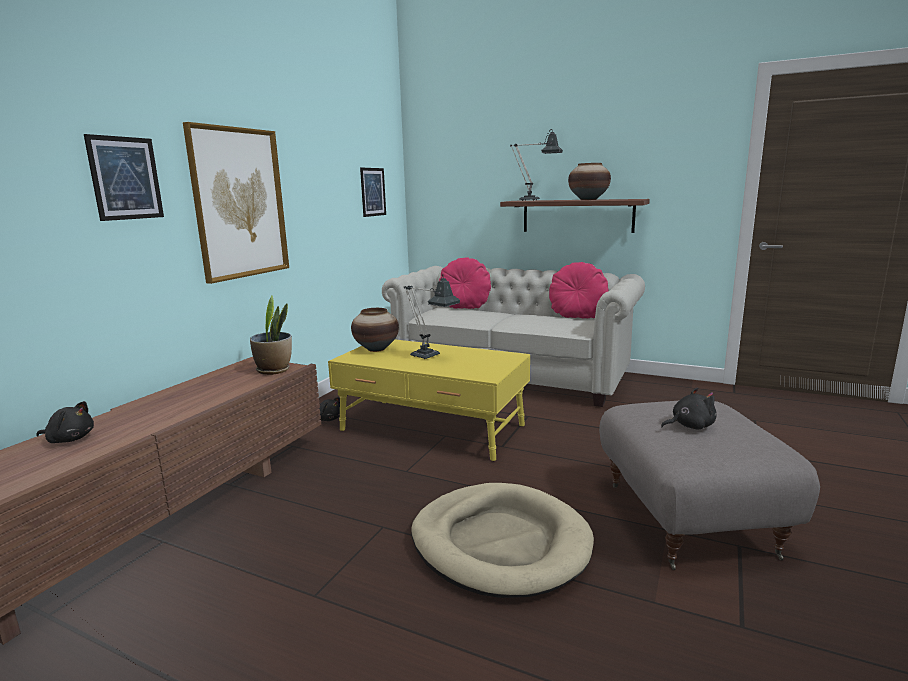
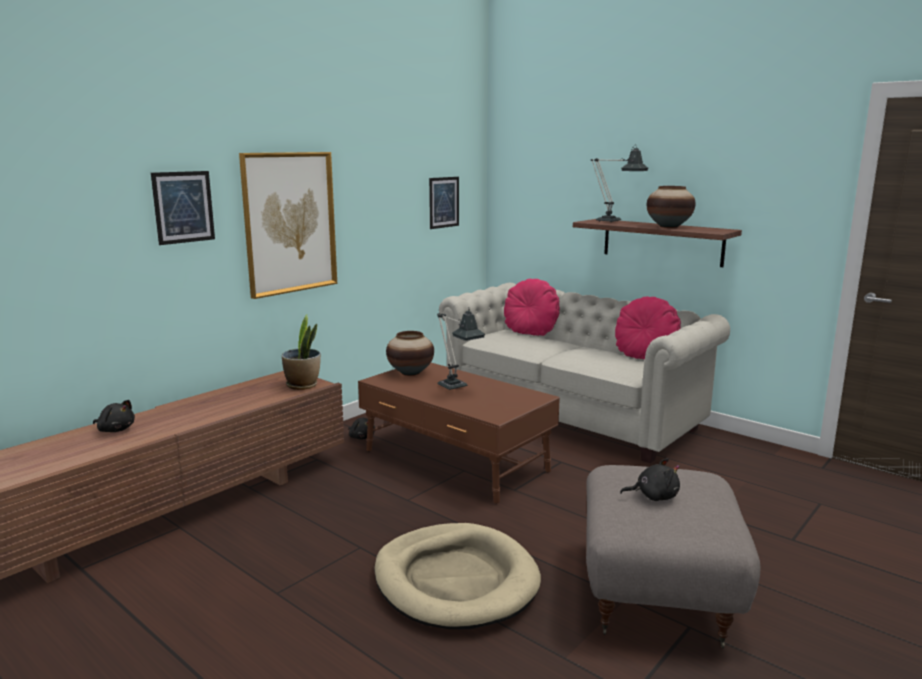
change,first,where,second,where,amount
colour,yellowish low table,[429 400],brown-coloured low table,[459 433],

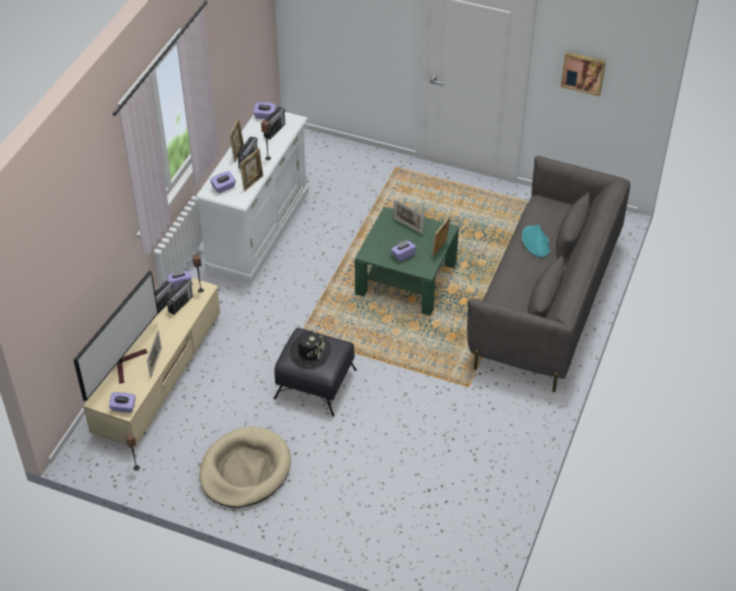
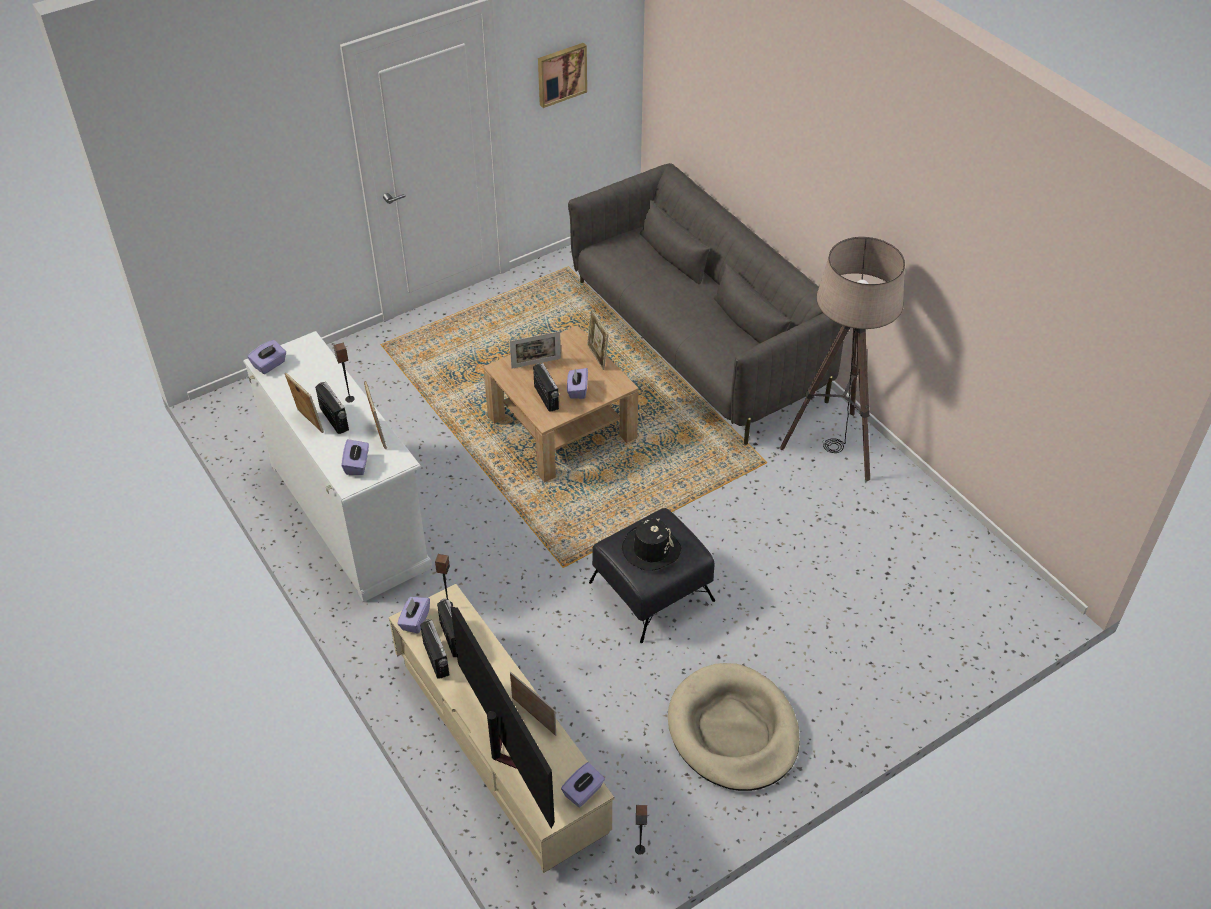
change,first,where,second,where,amount
relocated,radio set,[275 123],,[546 387],
colour,green-coloured low table,[407 261],brown-coloured low table,[561 404],
missing,turquoise wearable hat,[536 241],,,
appeared,,,floor lamp,[842 359],

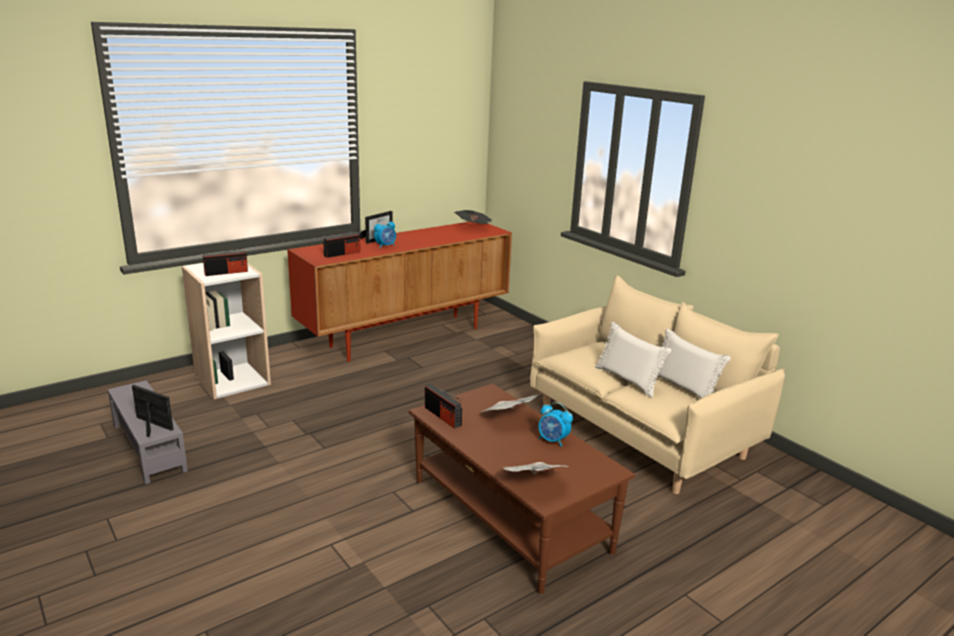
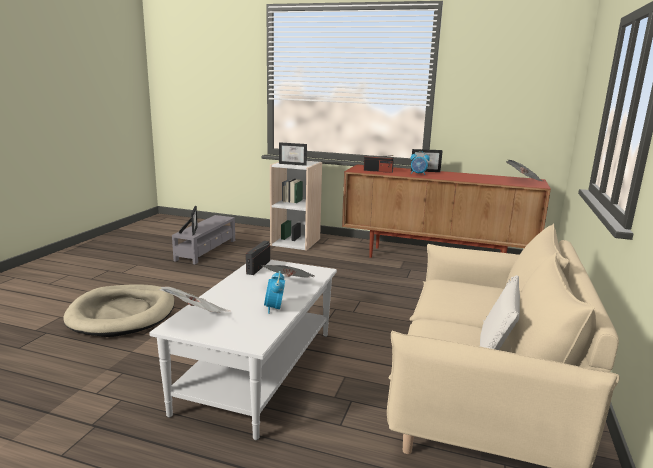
change,first,where,second,where,amount
exchanged,radio set,[225 262],picture frame,[293 154],
missing,whitish throw pillow,[633 360],,,
colour,brown-coloured low table,[522 489],whitish low table,[243 350],
appeared,,,sand-coloured dog cushion,[119 310],

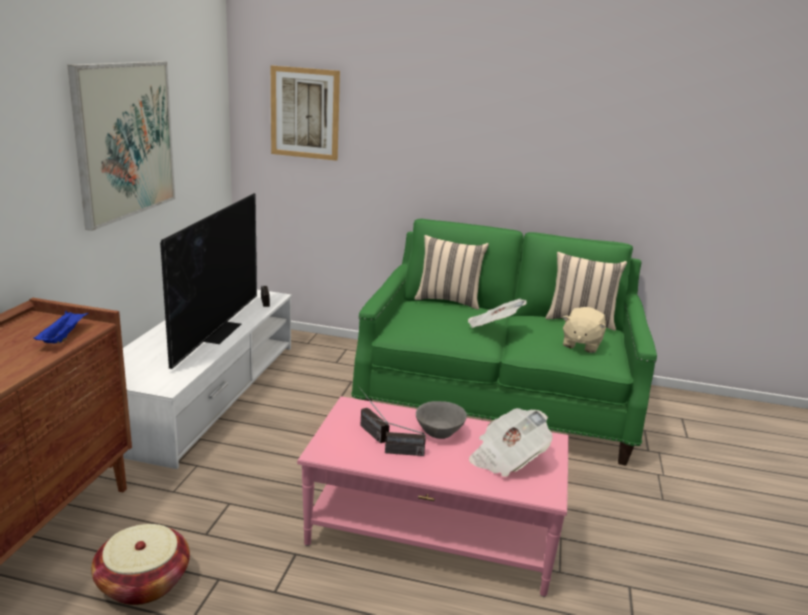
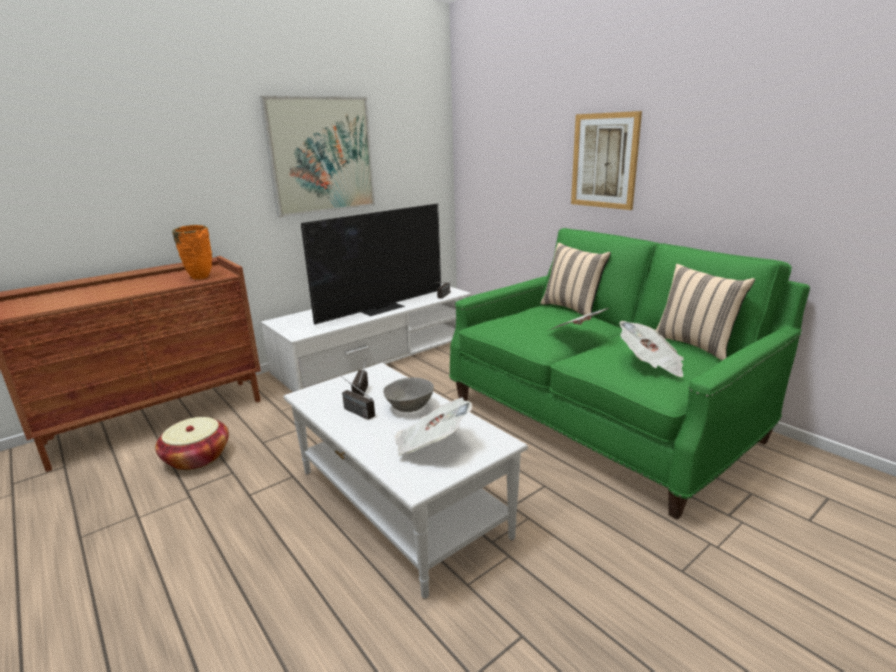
change,first,where,second,where,amount
relocated,wall art,[305 113],,[606 160],
exchanged,sand-coloured plush toy,[584 330],daily paper,[652 349],
exchanged,blue carrying tray,[61 327],orangey vase,[192 252],
colour,pinkish low table,[433 496],whitish low table,[405 481],

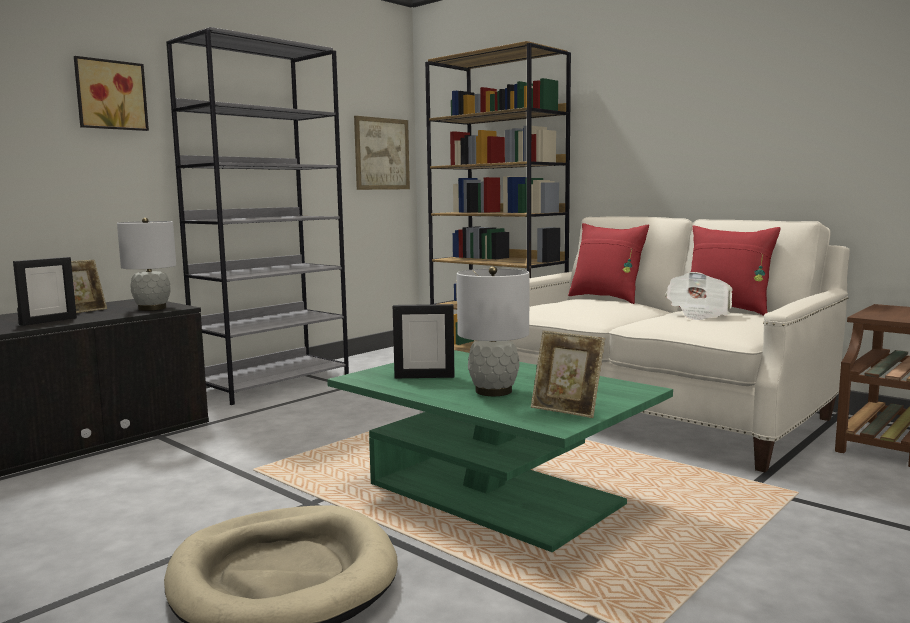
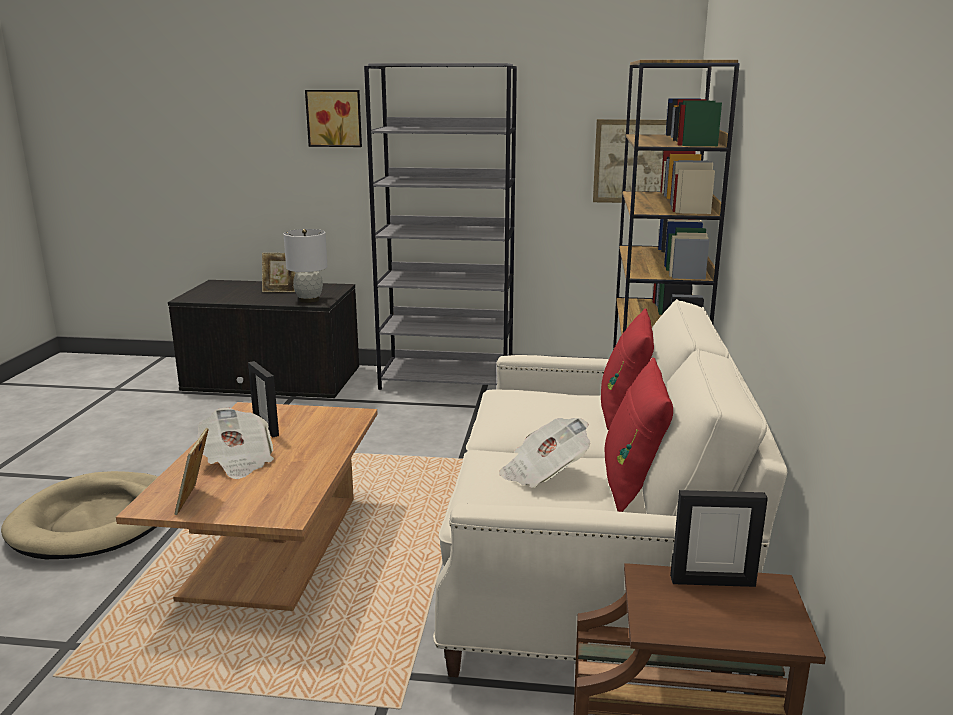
change,first,where,second,where,amount
relocated,picture frame,[45 291],,[719 538],
exchanged,whitish table lamp,[493 331],daily paper,[235 443],
colour,green-coloured low table,[500 451],brown-coloured low table,[246 506],

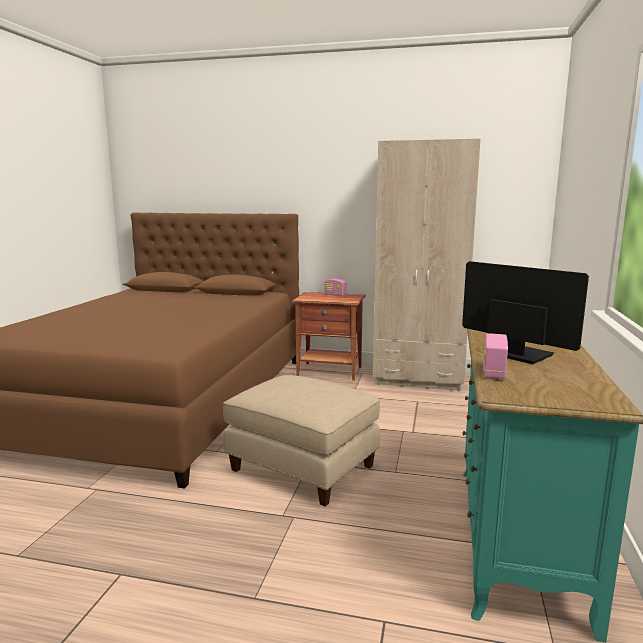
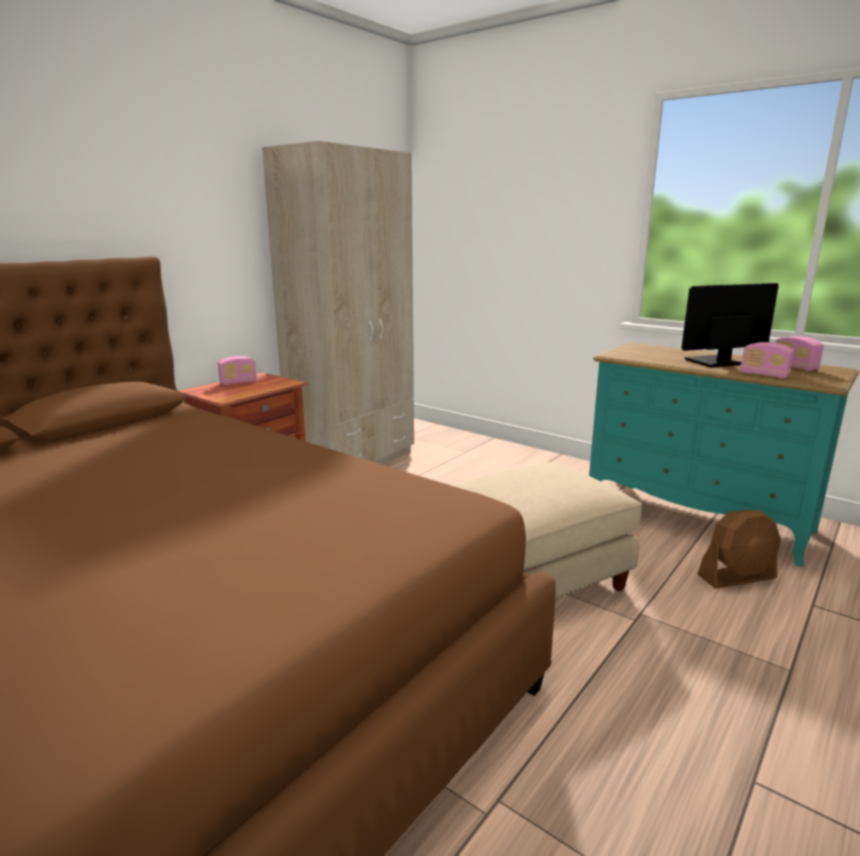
change,first,where,second,where,amount
appeared,,,radio set,[800 353],
appeared,,,brown-coloured cooling fan,[739 549],

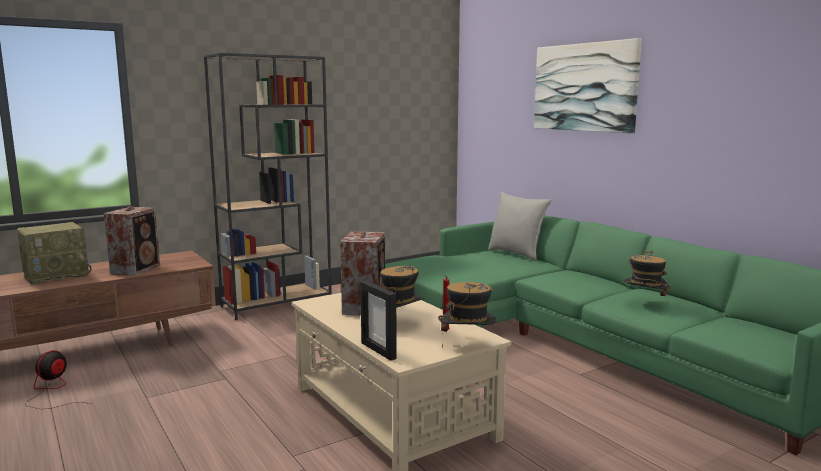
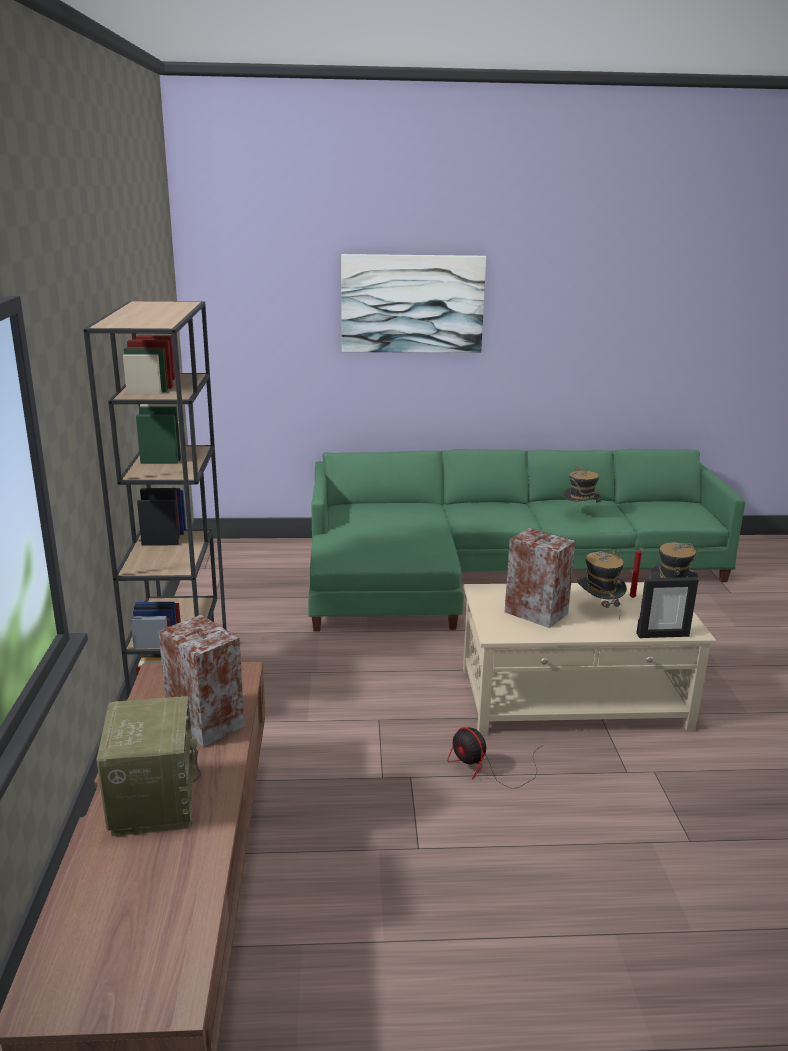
change,first,where,second,where,amount
missing,greyish throw pillow,[520 226],,,
relocated,cooling fan,[57 379],,[495 758],

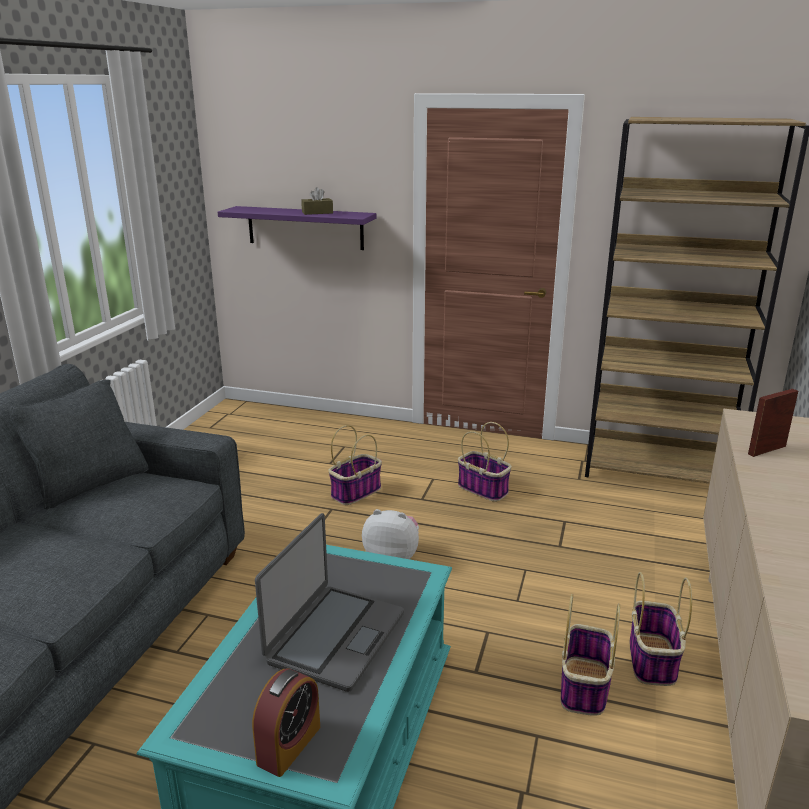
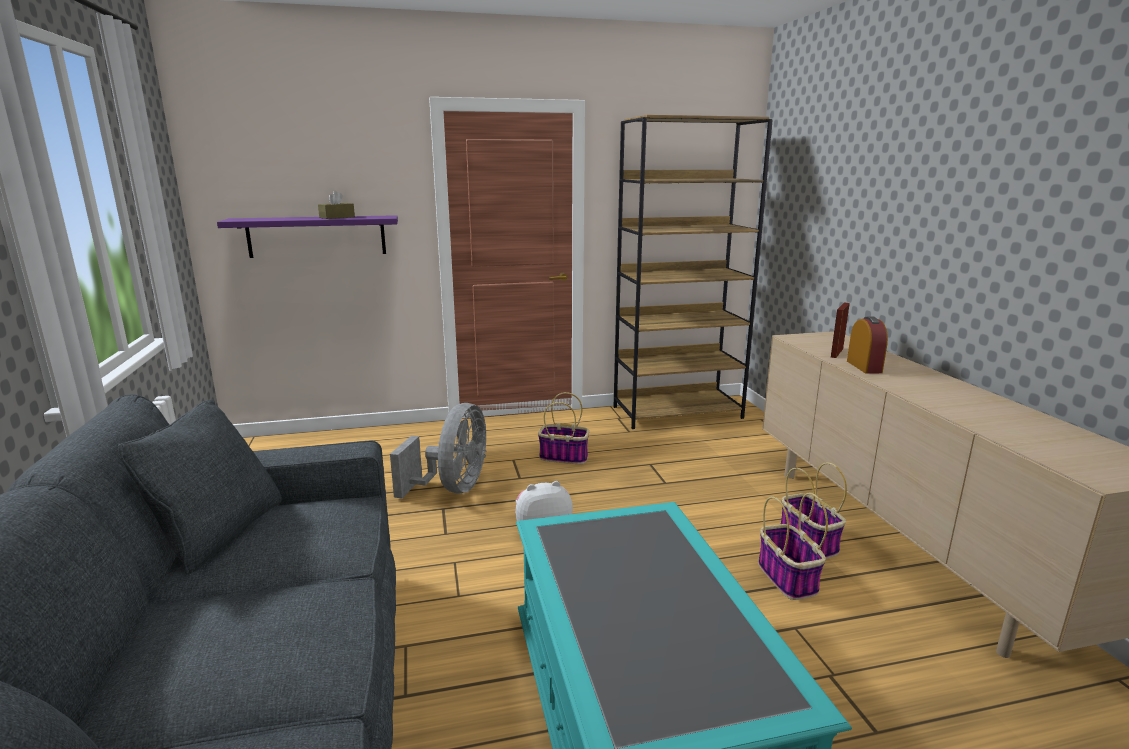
change,first,where,second,where,amount
exchanged,storage basket,[355 465],greyish cooling fan,[438 451],
missing,notebook computer,[329 602],,,
relocated,alarm clock,[286 722],,[867 345],

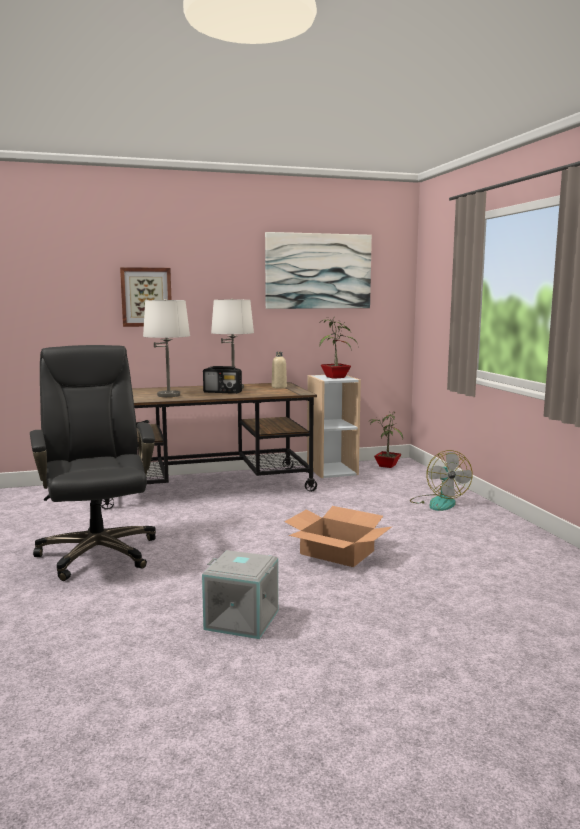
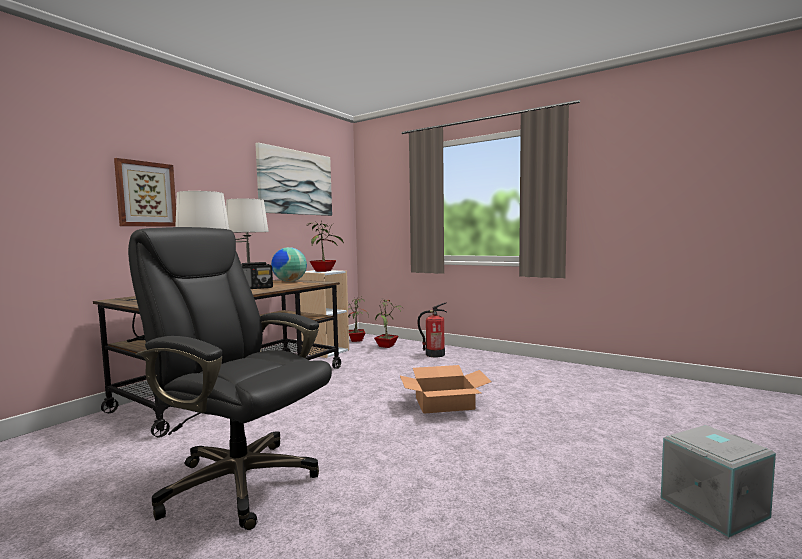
change,first,where,second,where,amount
exchanged,sand-coloured drink bottle,[279 370],globe,[289 264],
exchanged,cooling fan,[441 480],extinguisher,[432 329],
relocated,greyish storage container,[240 594],,[718 481],
appeared,,,potted plant,[388 323],

